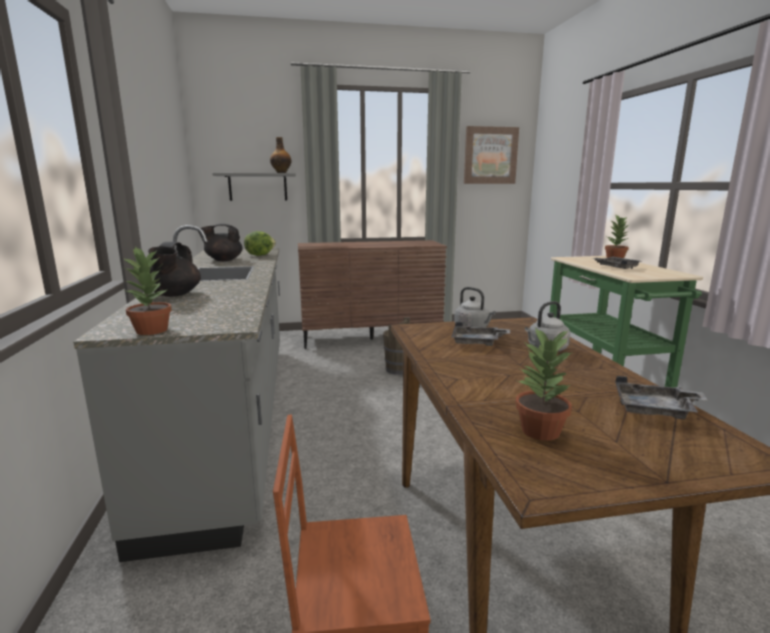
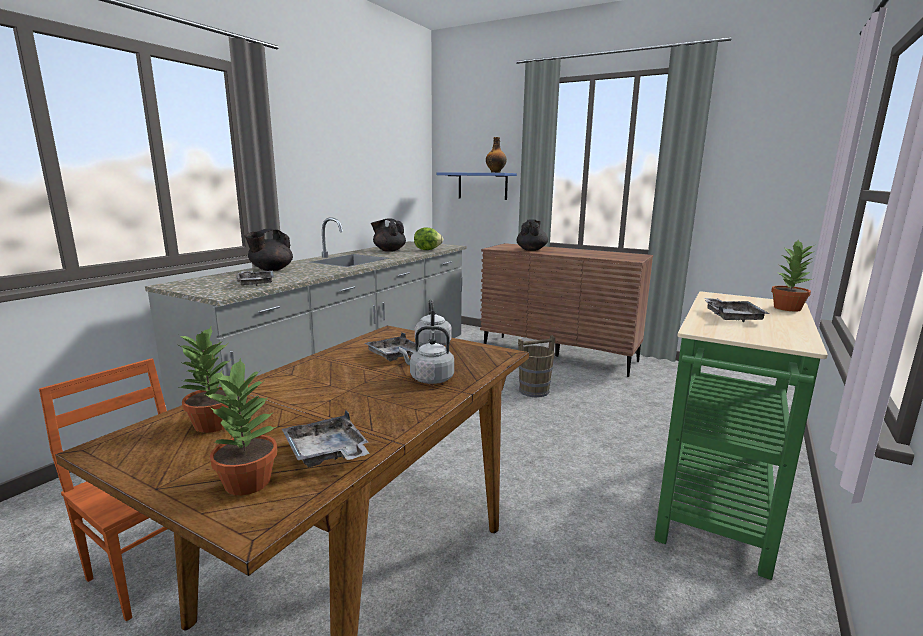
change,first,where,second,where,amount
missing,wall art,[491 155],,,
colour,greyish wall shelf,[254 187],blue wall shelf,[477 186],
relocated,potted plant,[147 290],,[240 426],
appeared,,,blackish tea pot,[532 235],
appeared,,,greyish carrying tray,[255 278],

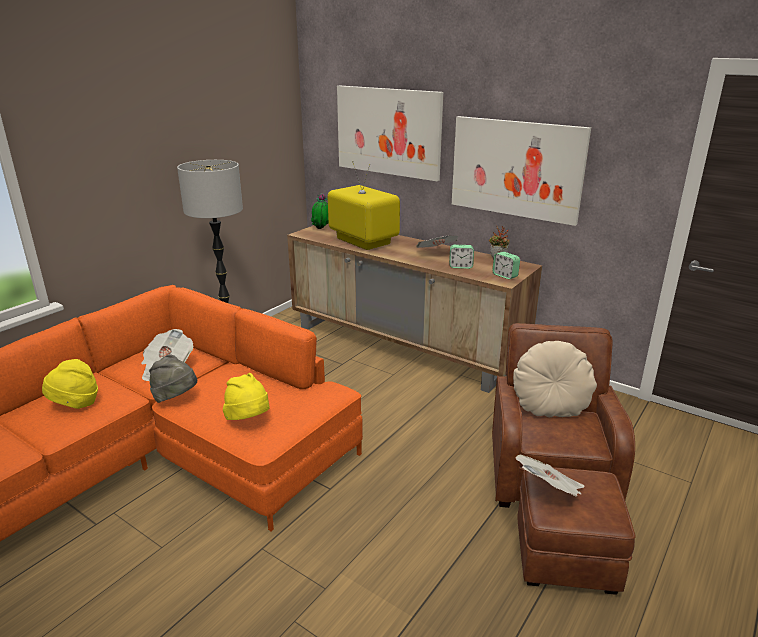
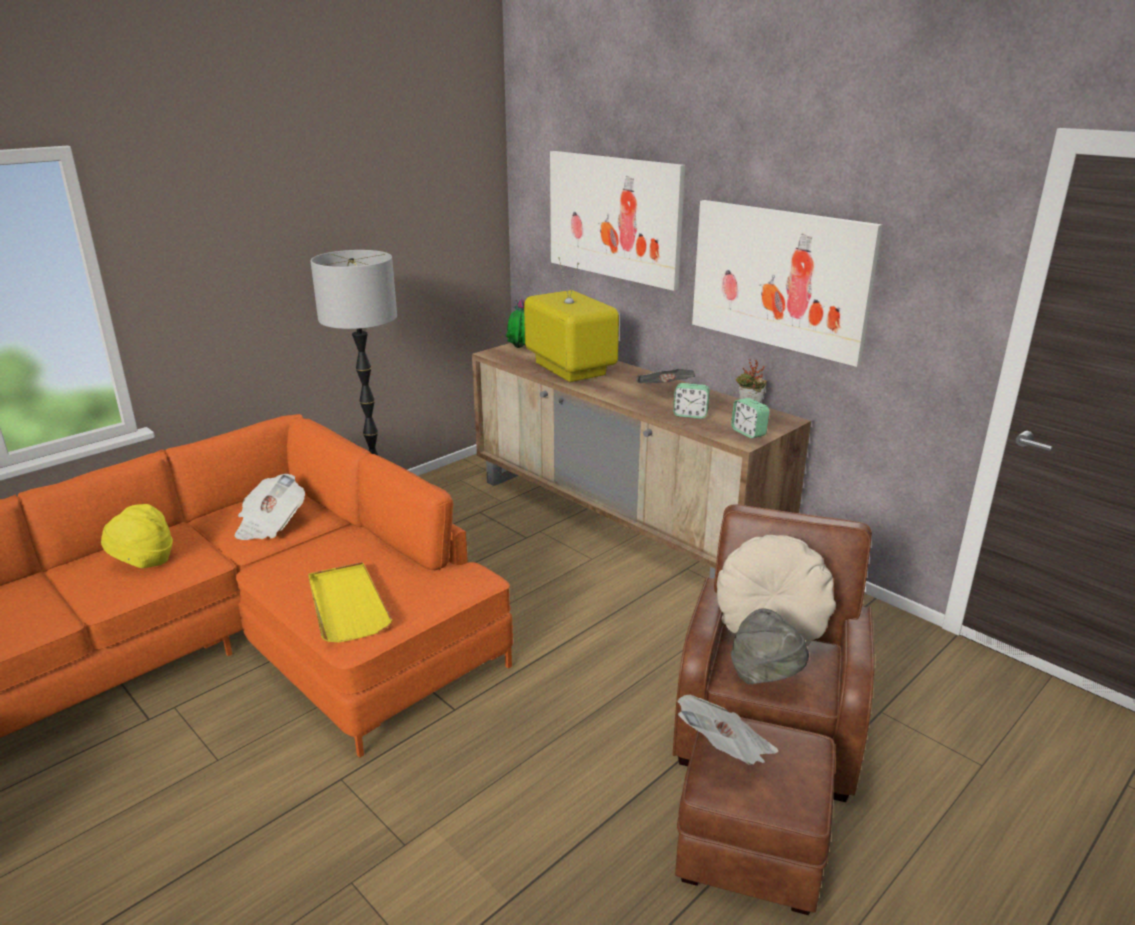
change,first,where,second,where,amount
relocated,greyish wearable hat,[173 379],,[770 646],
exchanged,yellowish wearable hat,[246 396],yellowish carrying tray,[350 602],

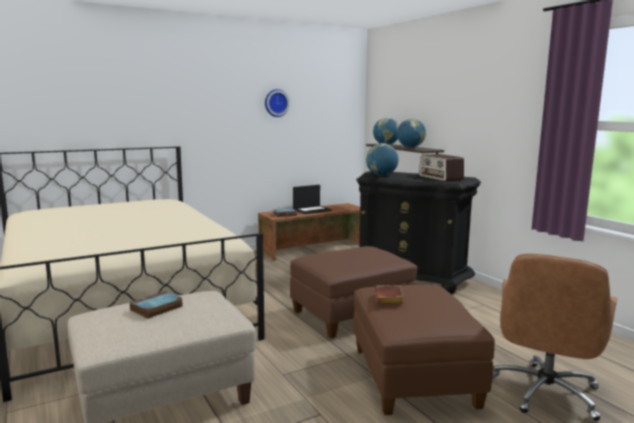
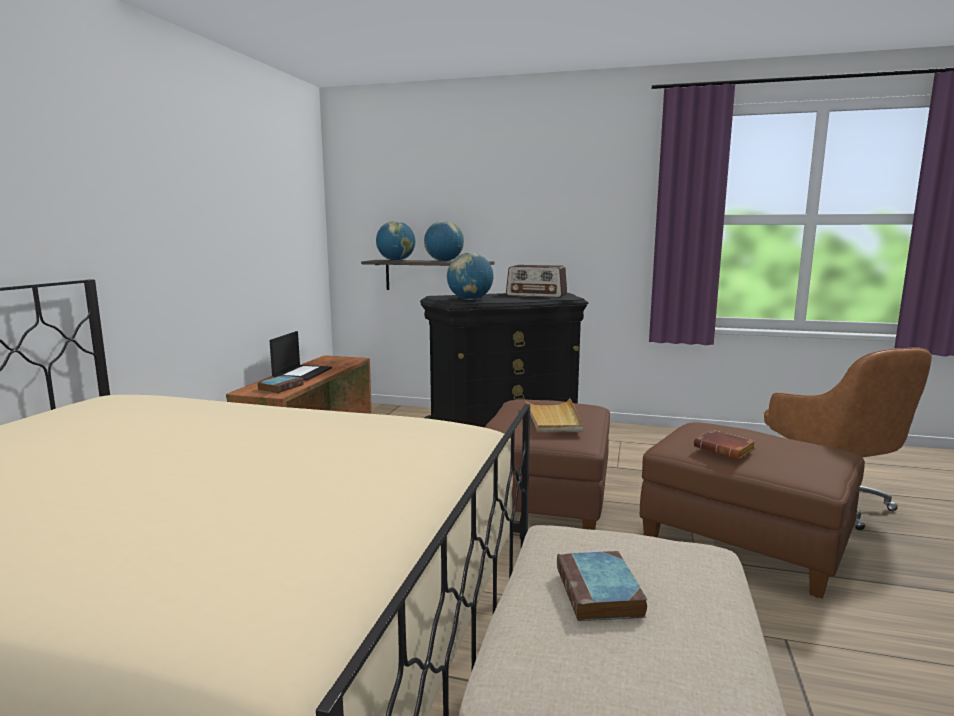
change,first,where,second,where,amount
missing,clock on the wall,[277 103],,,
appeared,,,sand-coloured carrying tray,[553 415],

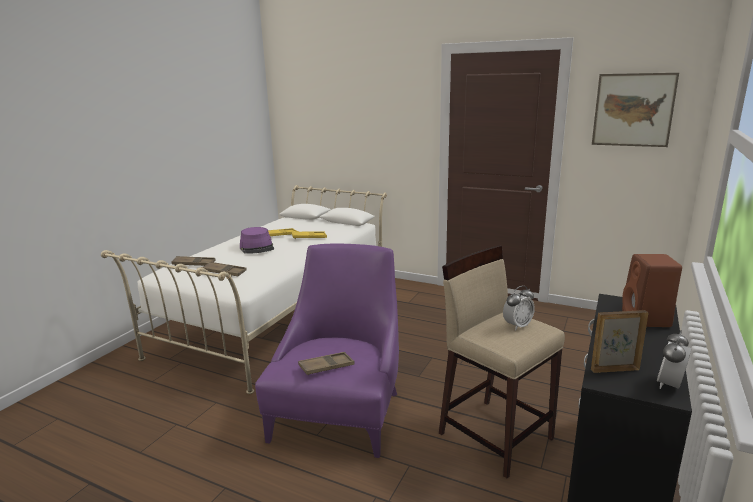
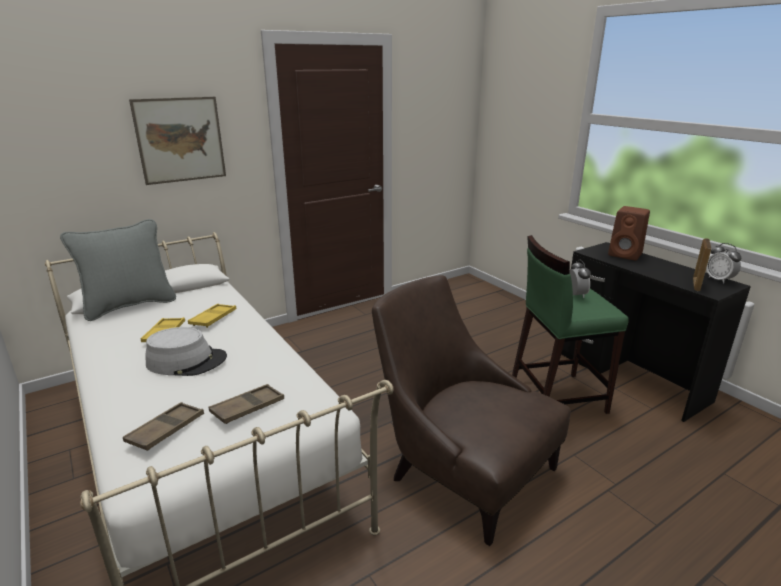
change,first,where,second,where,amount
relocated,wall art,[635 110],,[177 141],
colour,purplish wearable hat,[257 240],greyish wearable hat,[186 351],
colour,purplish easy chair,[327 351],brown-coloured easy chair,[471 410],
colour,sand-coloured stool,[502 362],green-coloured stool,[570 324],
missing,brown-coloured carrying tray,[326 363],,,
appeared,,,greyish throw pillow,[118 270],

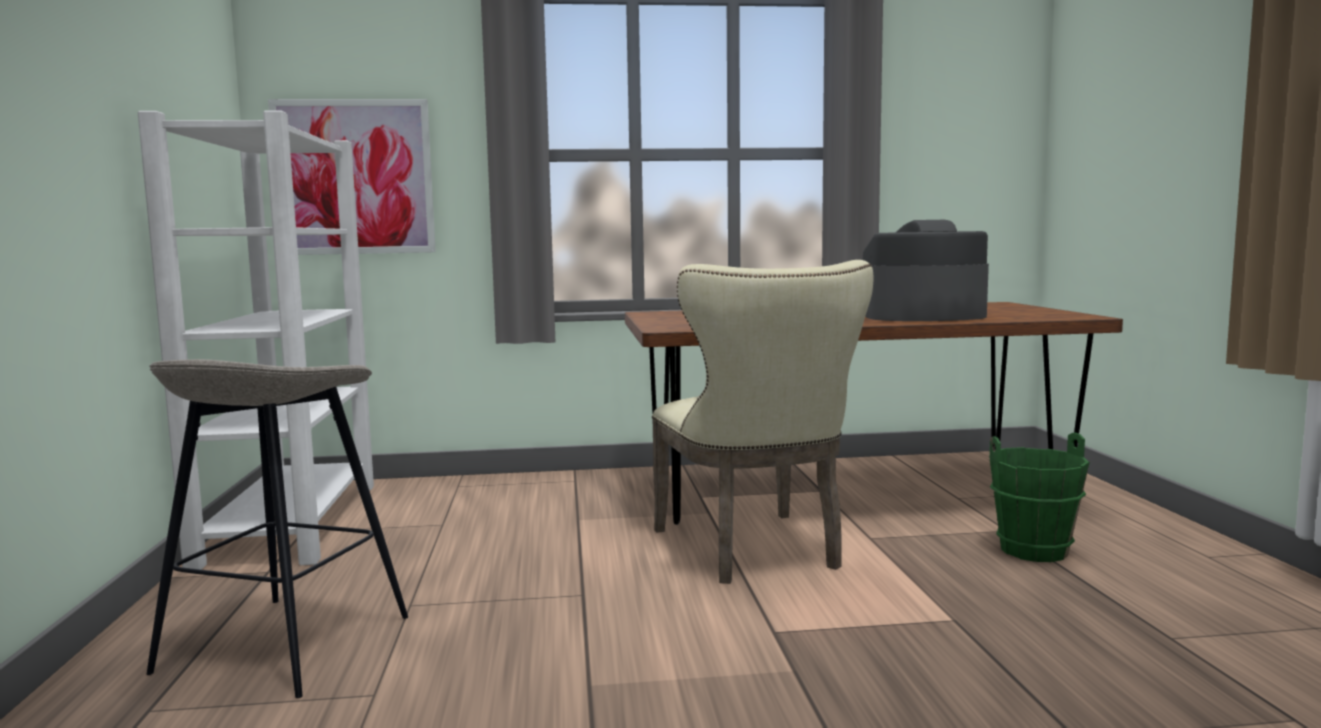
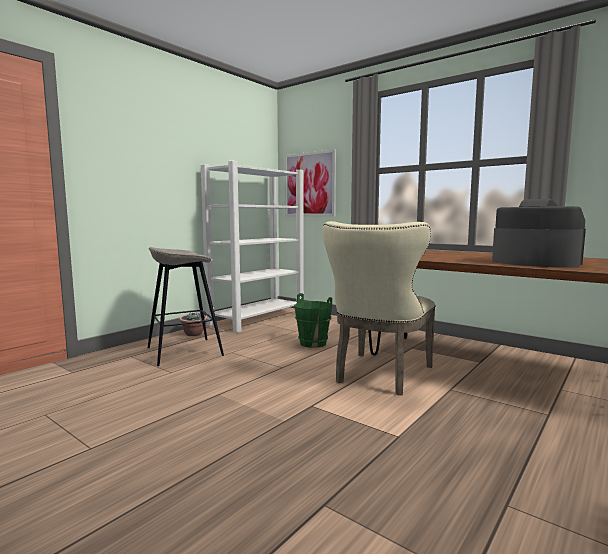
change,first,where,second,where,amount
relocated,green-coloured pail,[1039 497],,[313 320],
appeared,,,potted plant,[193 324],

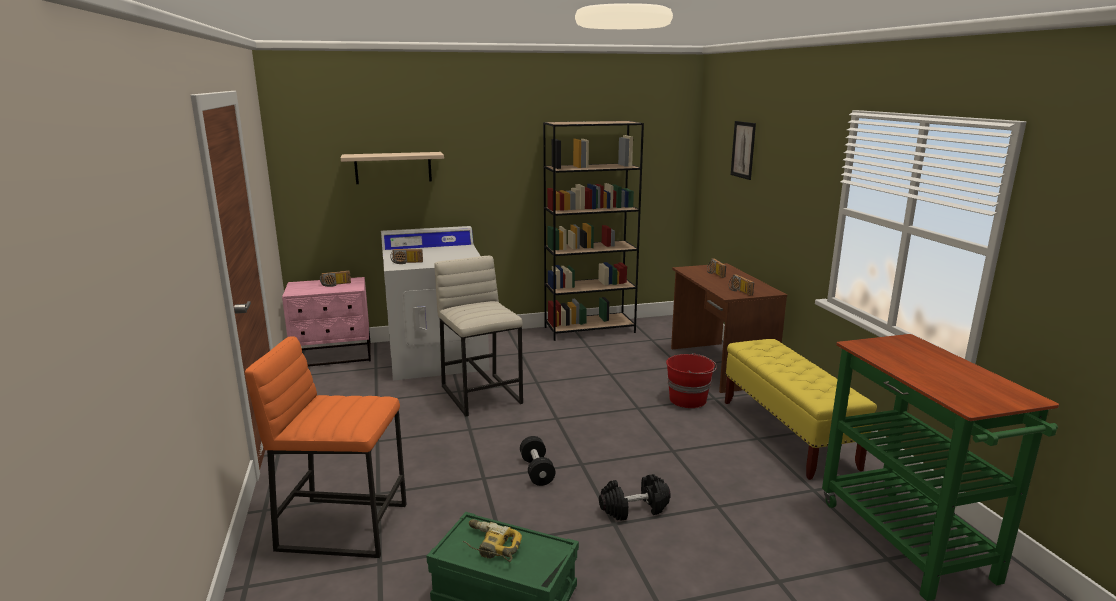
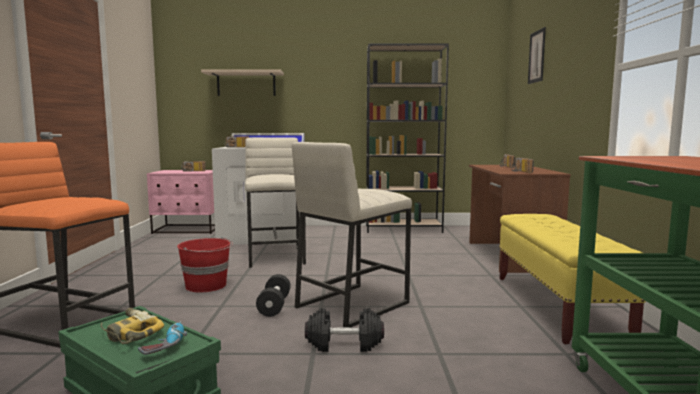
change,first,where,second,where,amount
relocated,red-coloured pail,[691 380],,[205 264],
appeared,,,sand-coloured stool,[352 235],
appeared,,,electric drill,[162 338],

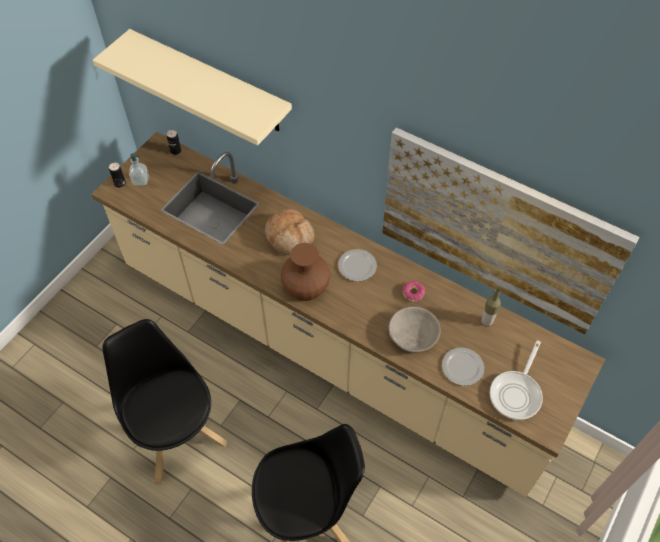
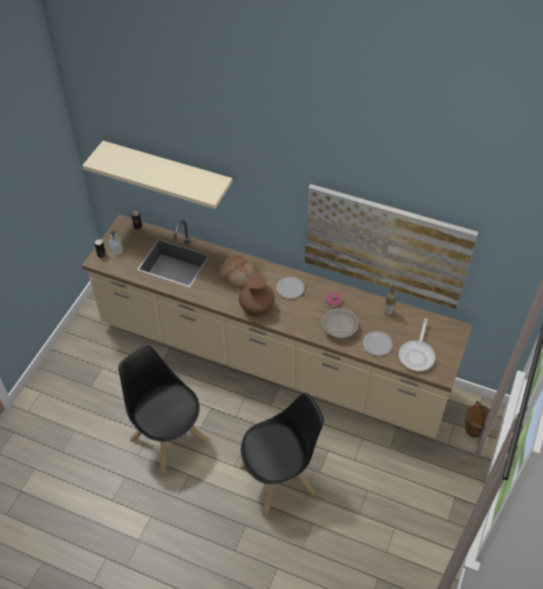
change,first,where,second,where,amount
appeared,,,brown-coloured pail,[477 419],

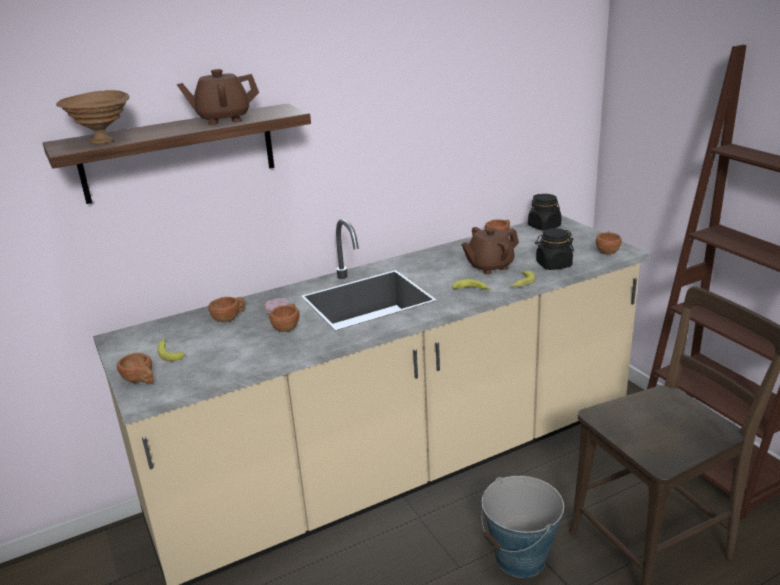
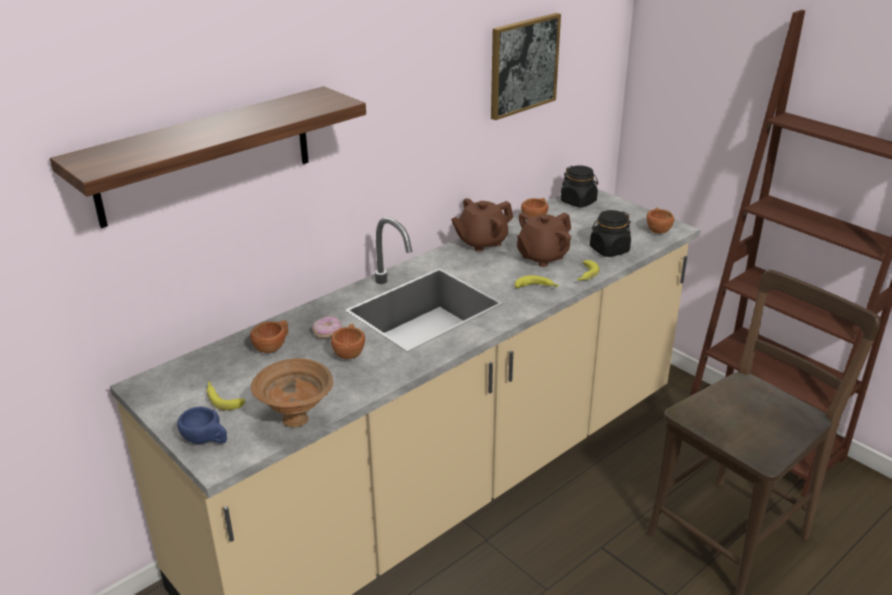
change,first,where,second,where,amount
relocated,brown-coloured tea pot,[218 97],,[482 225],
relocated,brown-coloured deep dish,[93 117],,[292 393],
colour,brown-coloured drinking cup,[135 368],blue drinking cup,[202 425],
missing,pail,[522 527],,,
appeared,,,wall art,[526 66],

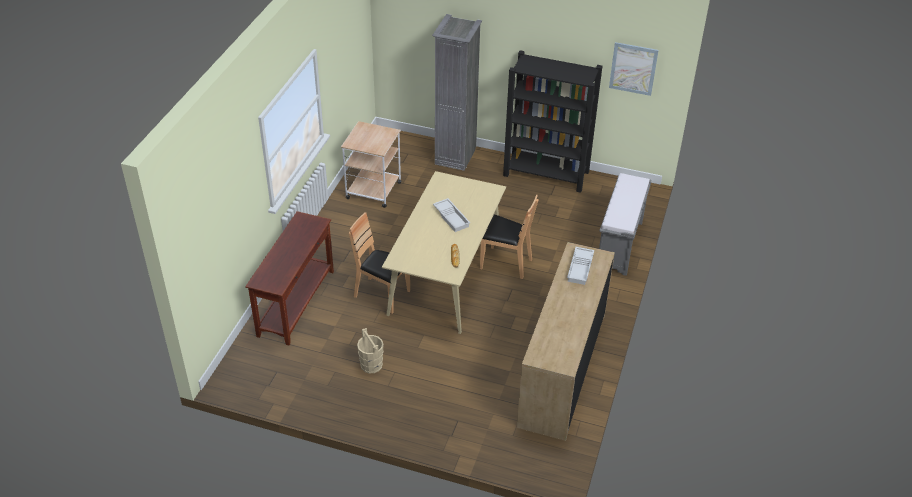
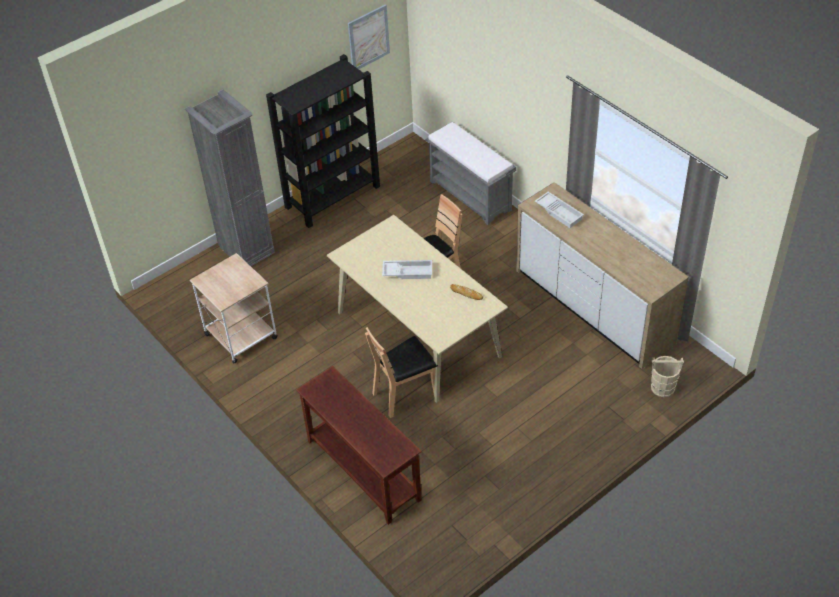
change,first,where,second,where,amount
relocated,sand-coloured pail,[370 350],,[667 376],

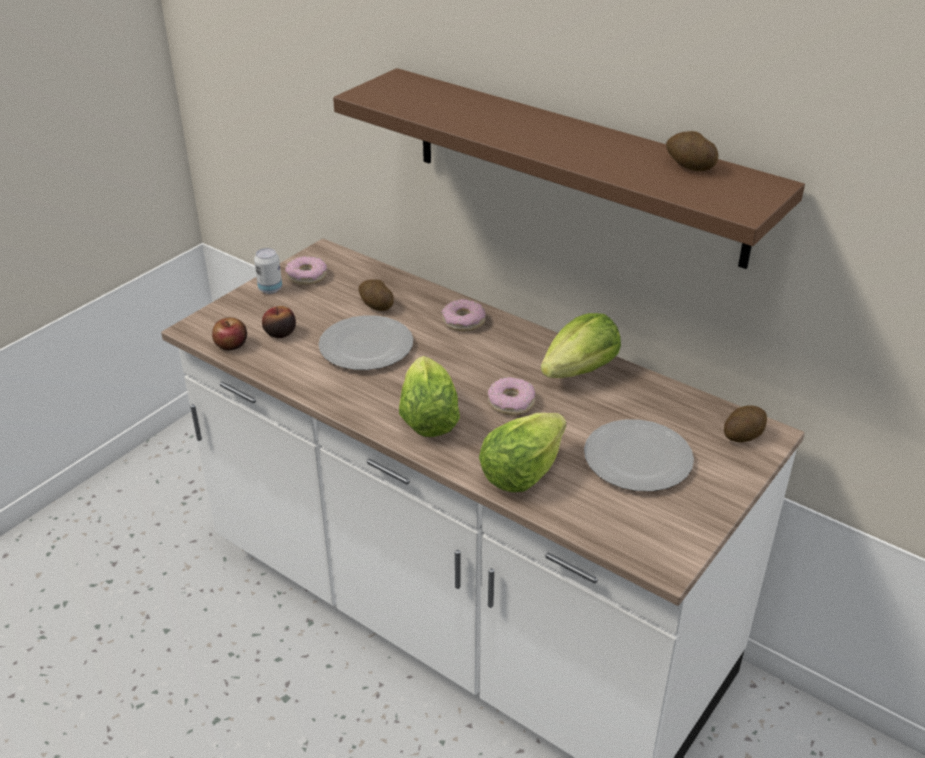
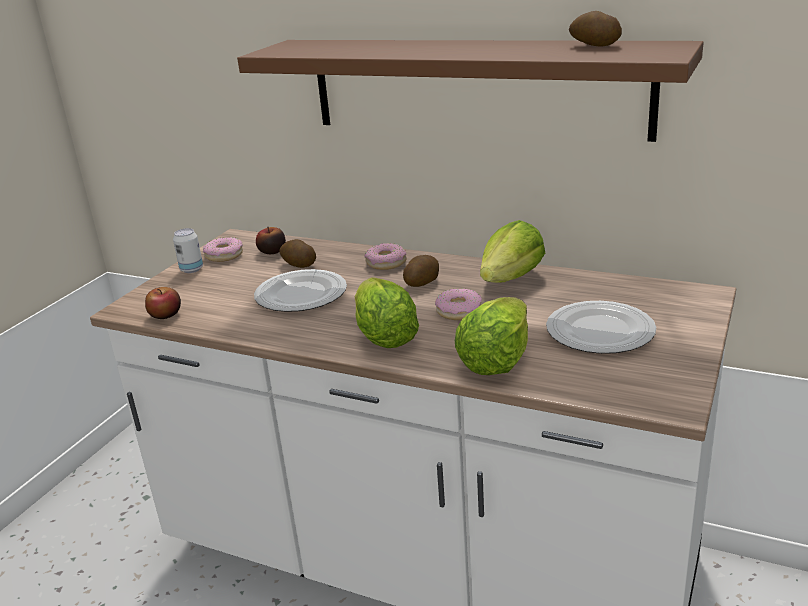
change,first,where,second,where,amount
relocated,whole apple,[279 322],,[271 240],
relocated,spud,[745 423],,[421 271],

